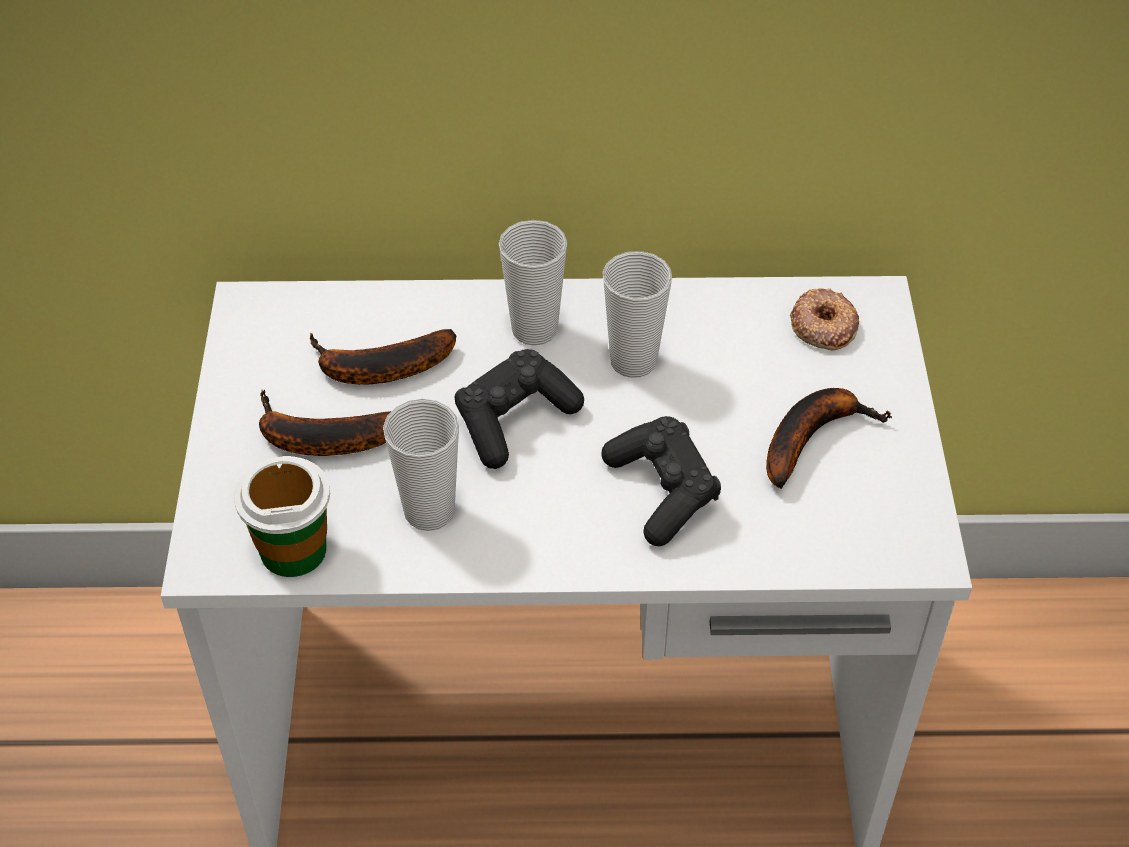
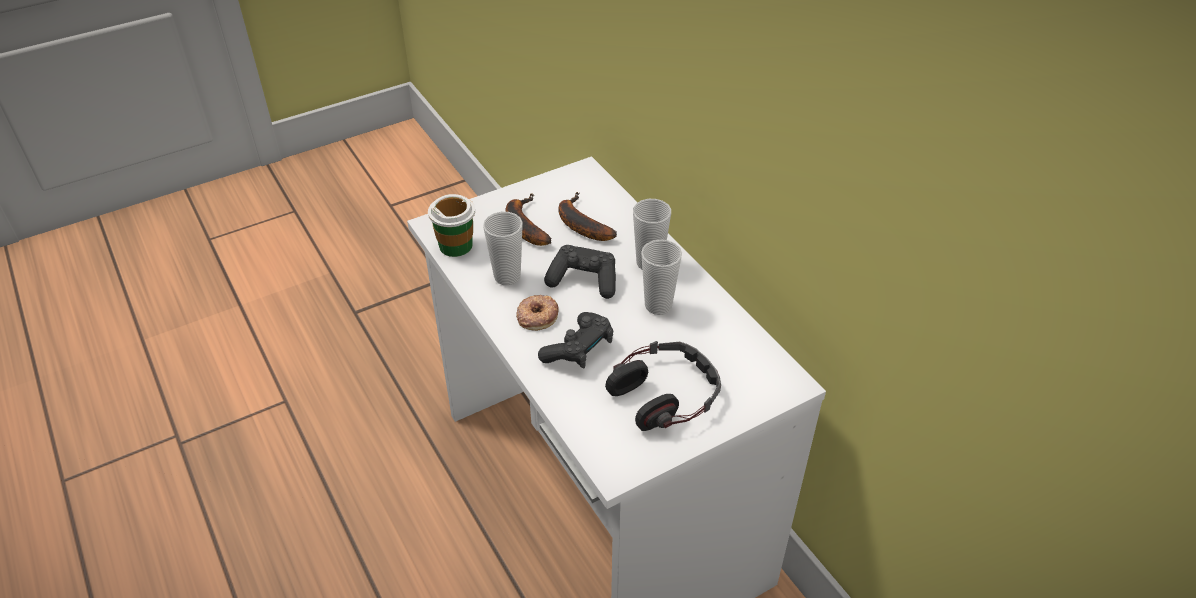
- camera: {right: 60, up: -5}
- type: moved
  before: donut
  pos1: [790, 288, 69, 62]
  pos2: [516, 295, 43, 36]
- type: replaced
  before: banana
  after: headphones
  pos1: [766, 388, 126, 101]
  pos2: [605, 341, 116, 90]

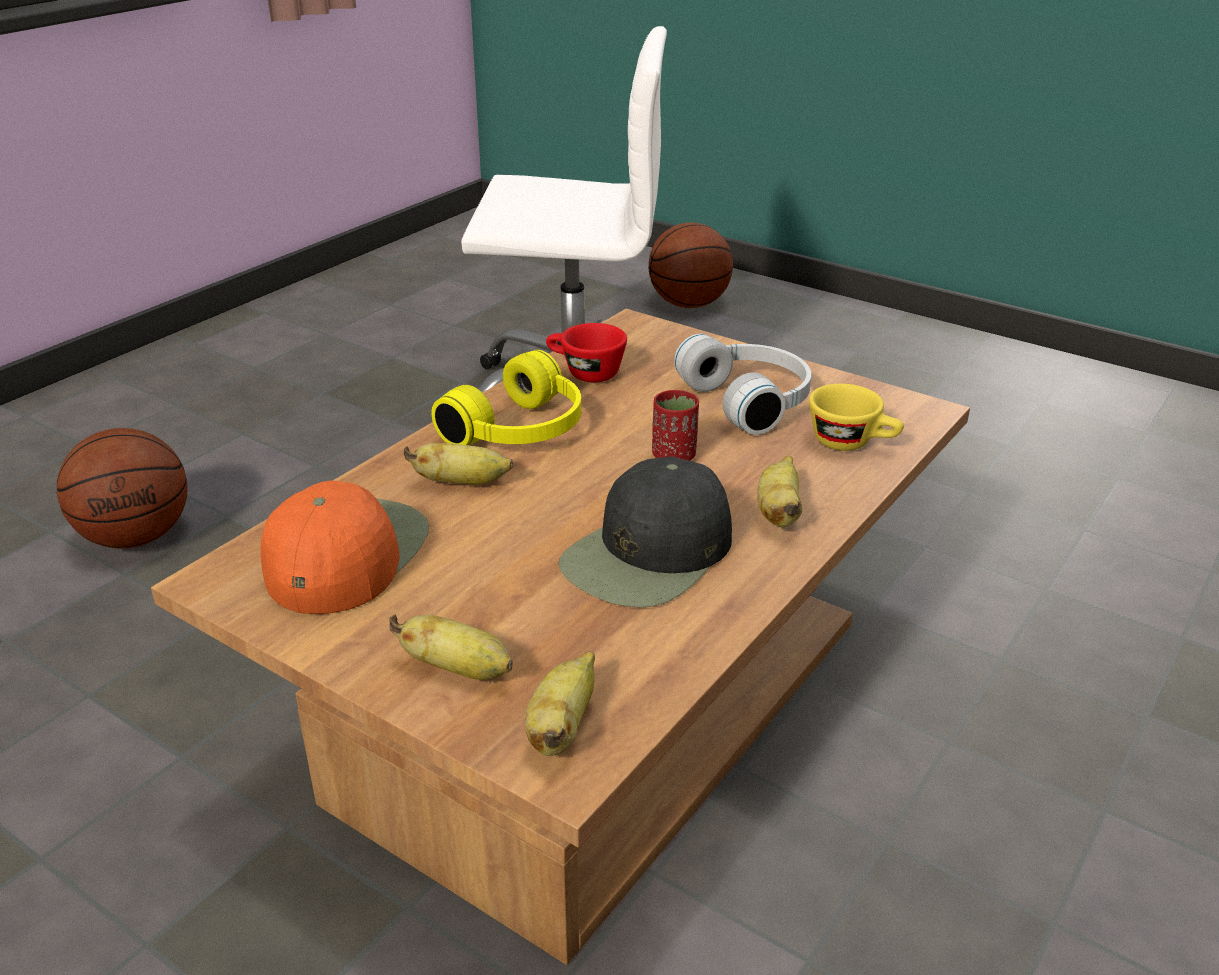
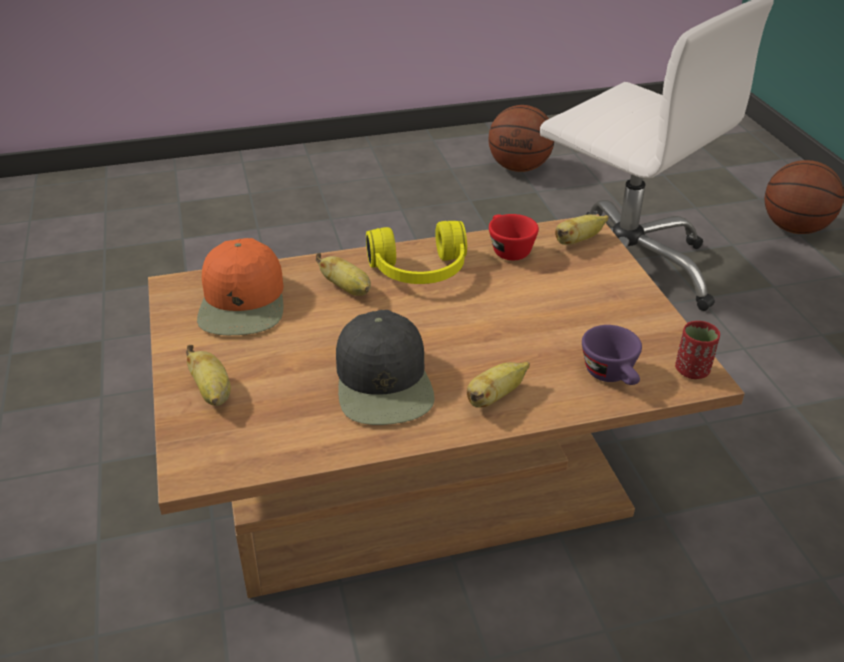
- camera: {right: 40, up: 5}
- type: removed
  before: headphones (white)
  pos1: [674, 334, 138, 101]
- type: moved
  before: basketball
  pos1: [57, 428, 131, 120]
  pos2: [489, 105, 65, 67]
- type: moved
  before: banana
  pos1: [525, 652, 70, 104]
  pos2: [555, 214, 54, 31]
- type: moved
  before: cup (red)
  pos1: [652, 390, 47, 71]
  pos2: [675, 321, 45, 58]
- type: recoloured
  before: cup (yellow)
  after: cup (purple)
  pos1: [809, 384, 95, 67]
  pos2: [582, 325, 60, 60]
- type: turned
  before: cap (orange)
  pos1: [260, 481, 169, 133]
  pos2: [197, 238, 87, 97]
  turn: 120
- type: turned
  before: cap (black)
  pos1: [558, 456, 174, 152]
  pos2: [336, 310, 99, 115]
  turn: -90

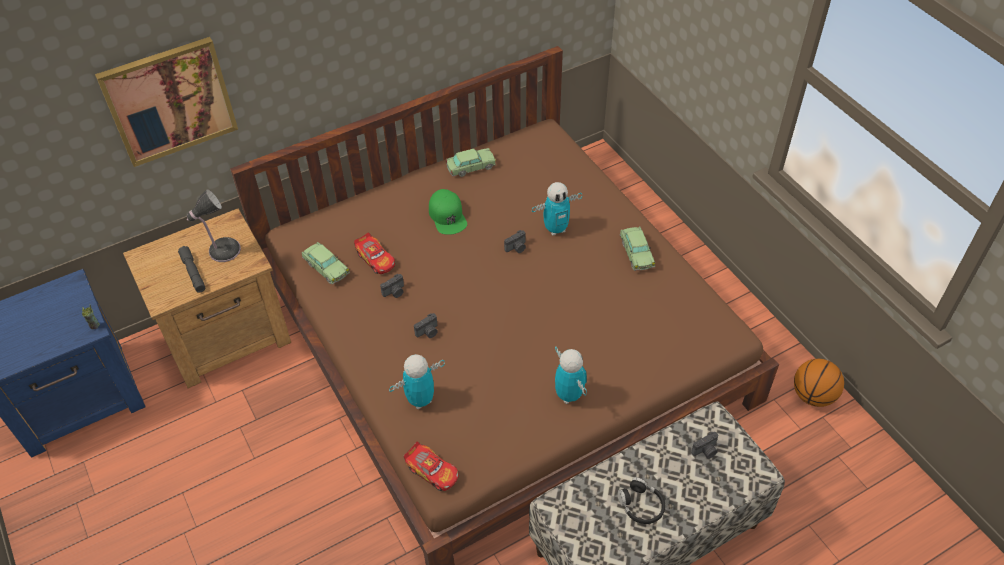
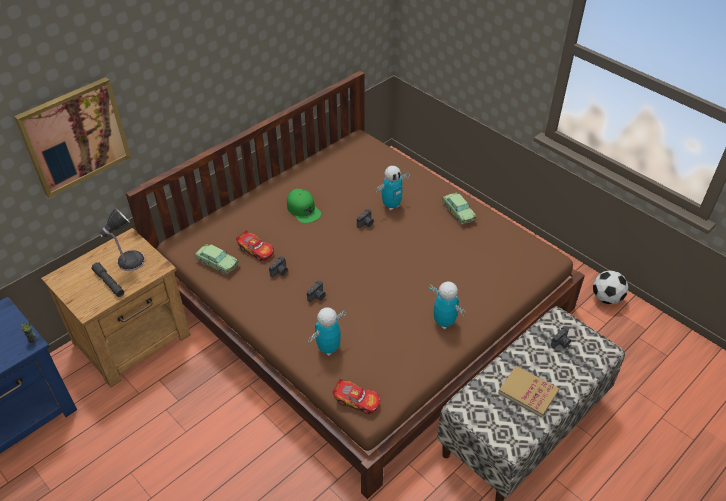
- camera: {right: -15, up: -5}
- type: removed
  before: toy car
  pos1: [446, 148, 50, 29]
- type: replaced
  before: headphones (black)
  after: book
  pos1: [617, 477, 48, 47]
  pos2: [498, 366, 61, 52]
- type: replaced
  before: basketball
  after: football
  pos1: [794, 359, 50, 48]
  pos2: [593, 270, 35, 34]

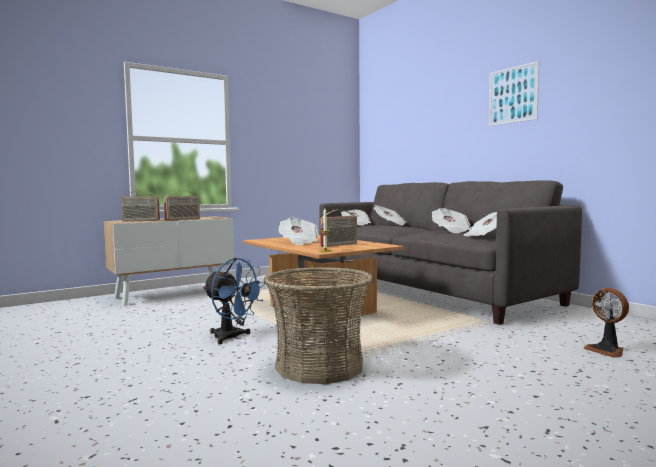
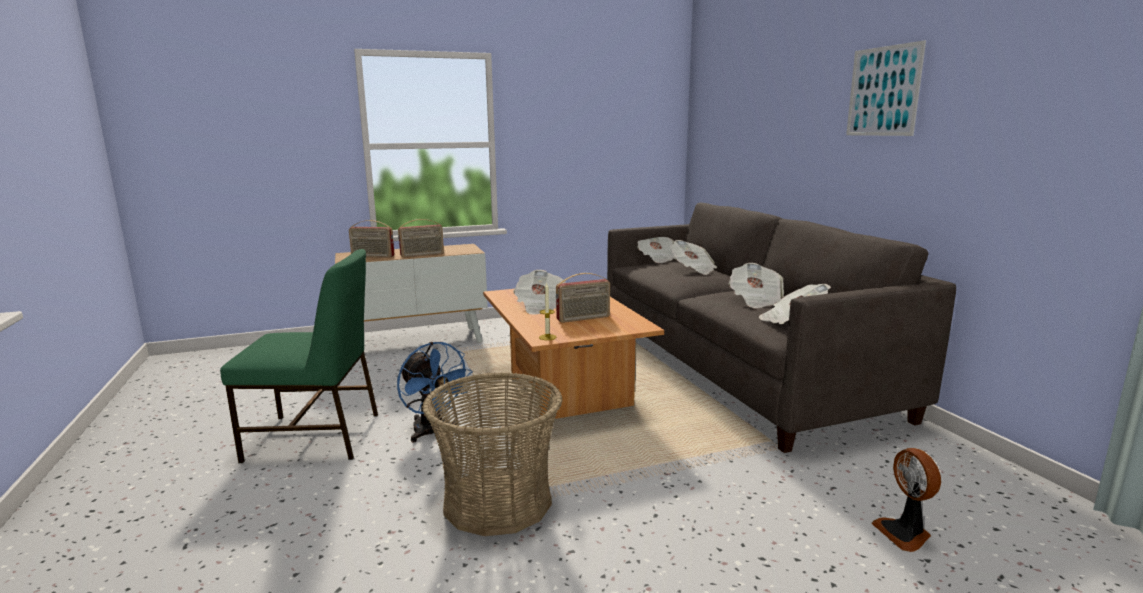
- camera: {right: 15, up: 10}
- type: added
  after: chair (green)
  pos2: [220, 249, 158, 214]

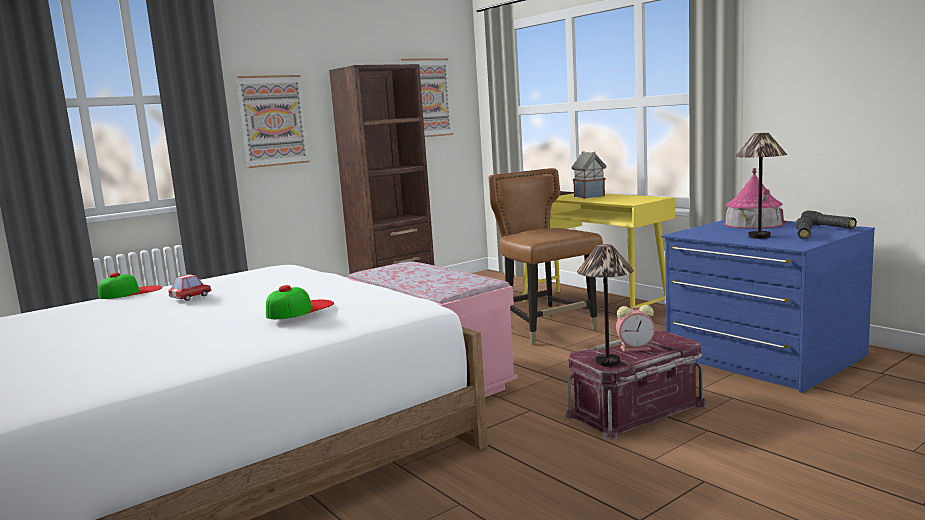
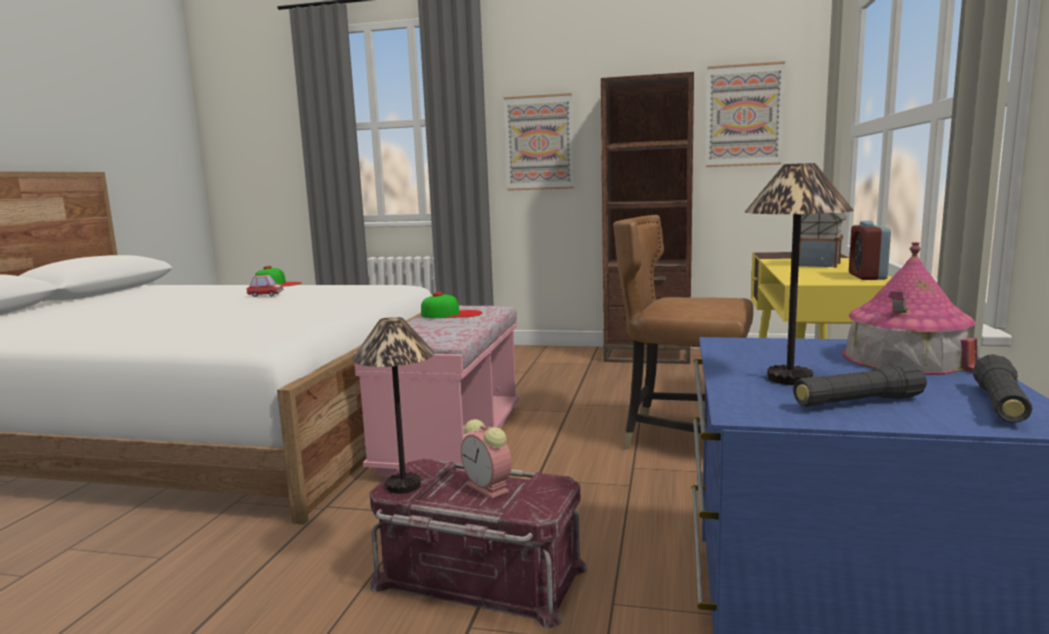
- camera: {right: 50, up: 0}
- type: added
  after: alarm clock
  pos2: [849, 221, 42, 59]
- type: moved
  before: cap
  pos1: [266, 285, 68, 34]
  pos2: [421, 292, 61, 26]
- type: turned
  before: chair (brown)
  pos1: [489, 168, 114, 176]
  pos2: [613, 215, 141, 234]
  turn: -90

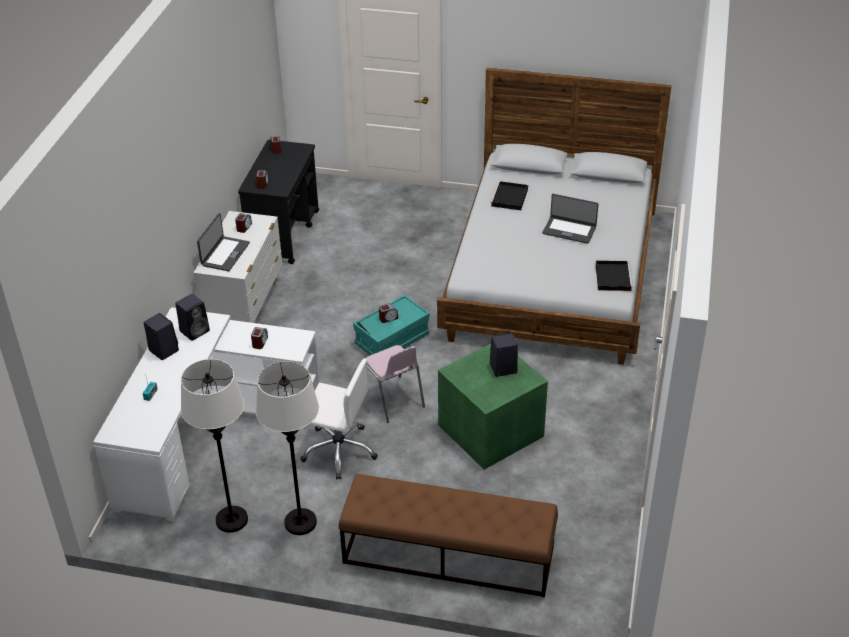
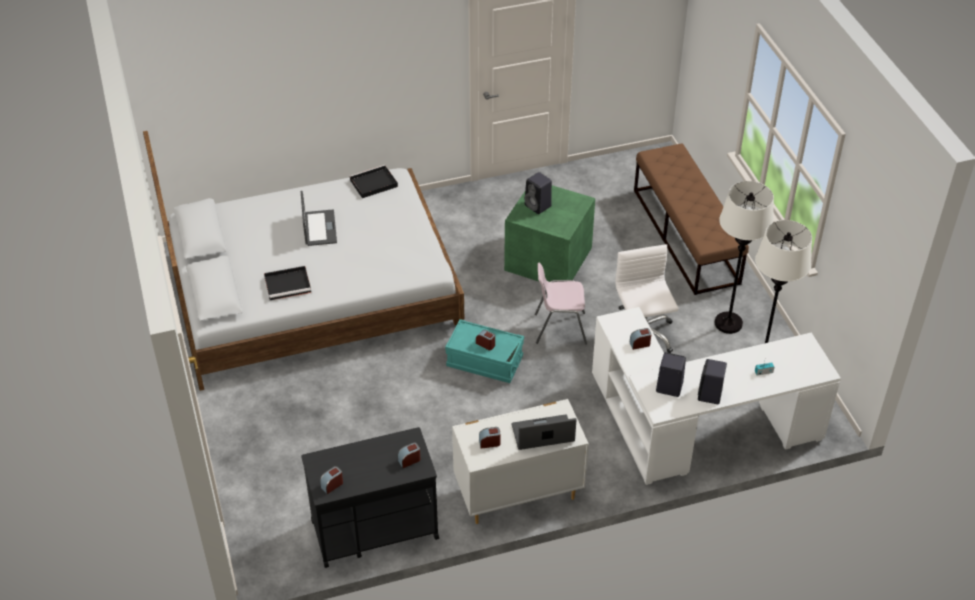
- camera: {right: -120, up: 5}
- type: turned
  before: chair (pink)
  pos1: [366, 345, 59, 78]
  pos2: [535, 263, 52, 82]
  turn: -120

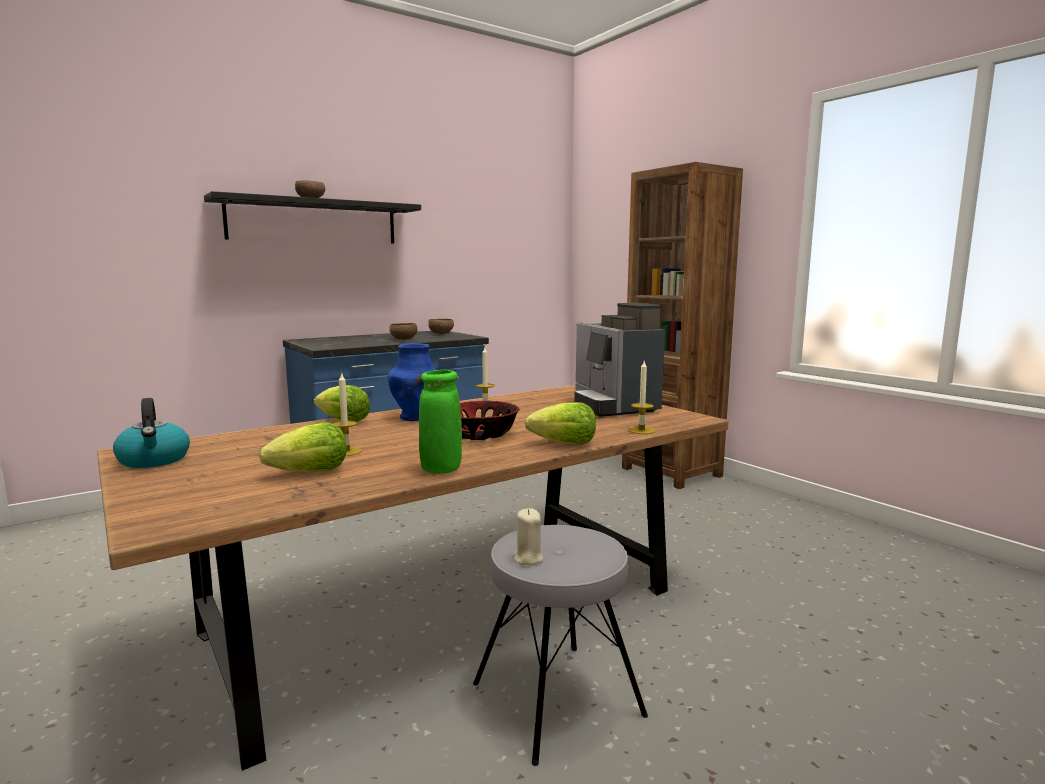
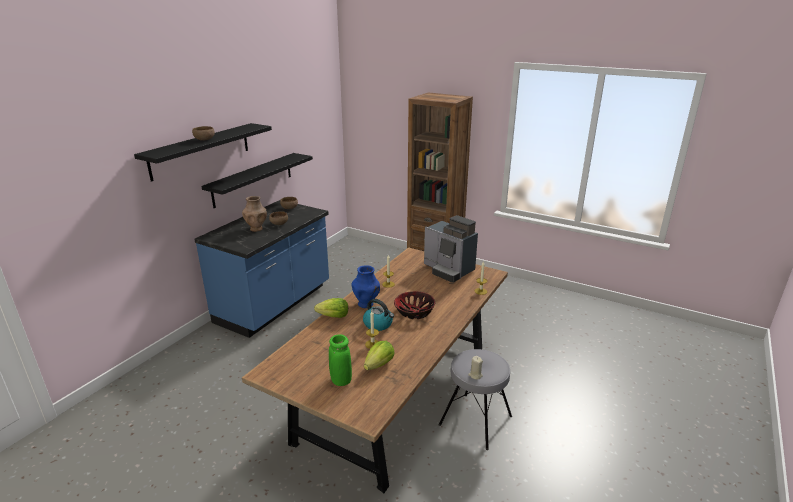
- camera: {right: -25, up: 15}
- type: removed
  before: lettuce
  pos1: [525, 402, 71, 43]
- type: added
  after: shelf (black)
  pos2: [201, 153, 112, 55]
- type: added
  after: vase (brown)
  pos2: [242, 196, 25, 36]
- type: moved
  before: kettle
  pos1: [113, 398, 77, 70]
  pos2: [363, 299, 31, 32]
- type: moved
  before: vase (green)
  pos1: [419, 370, 43, 104]
  pos2: [329, 335, 23, 51]

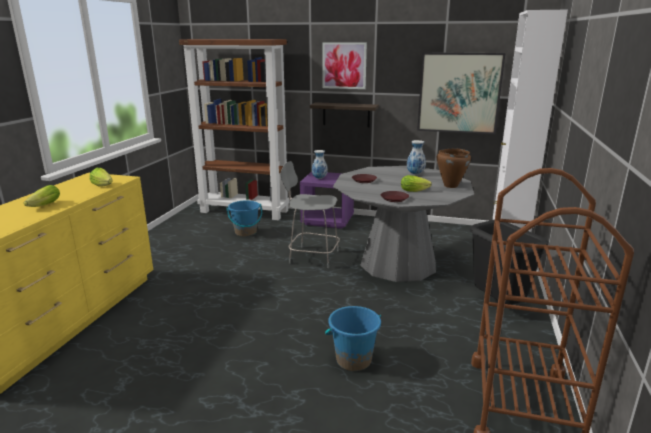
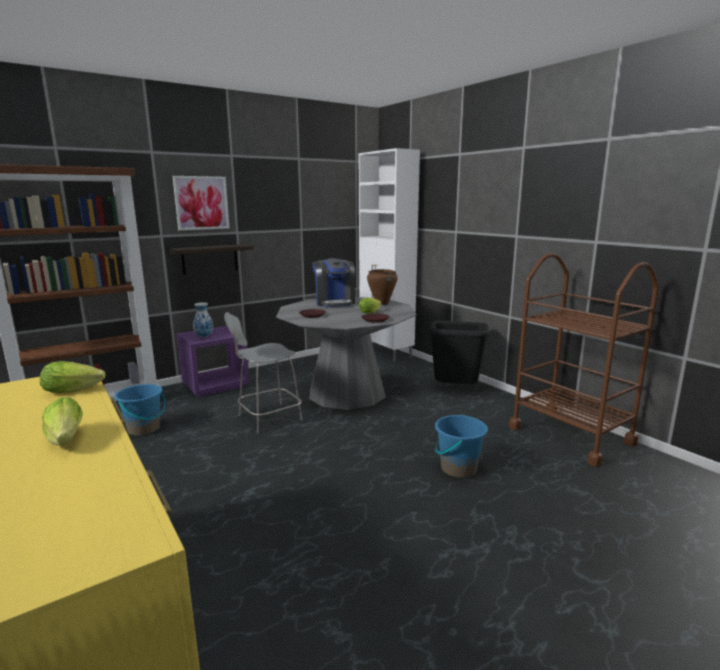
- camera: {right: -50, up: -5}
- type: removed
  before: picture
  pos1: [417, 52, 88, 82]
- type: replaced
  before: vase
  after: coffee machine
  pos1: [407, 140, 19, 35]
  pos2: [312, 258, 43, 49]

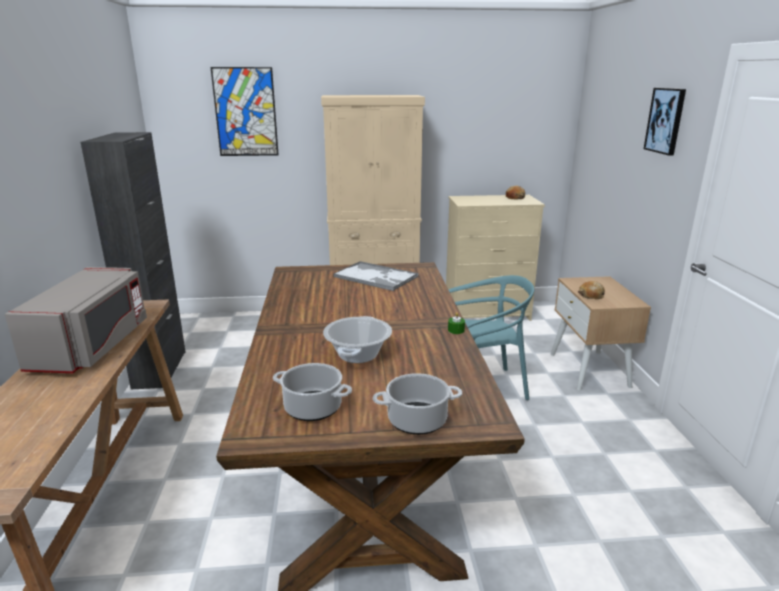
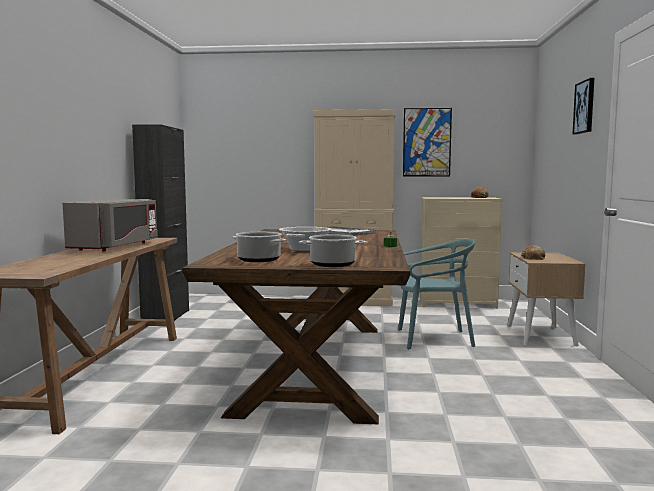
- camera: {right: 10, up: -15}
- type: moved
  before: picture
  pos1: [211, 67, 68, 89]
  pos2: [403, 108, 49, 69]

